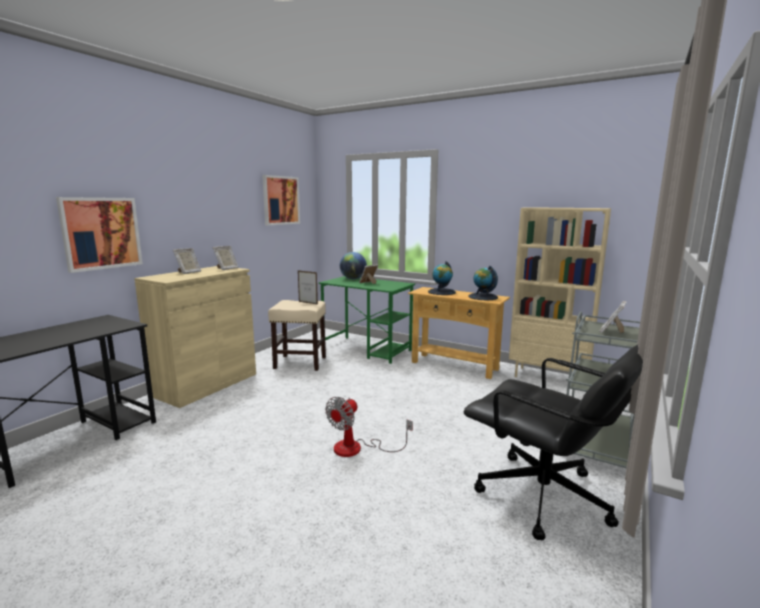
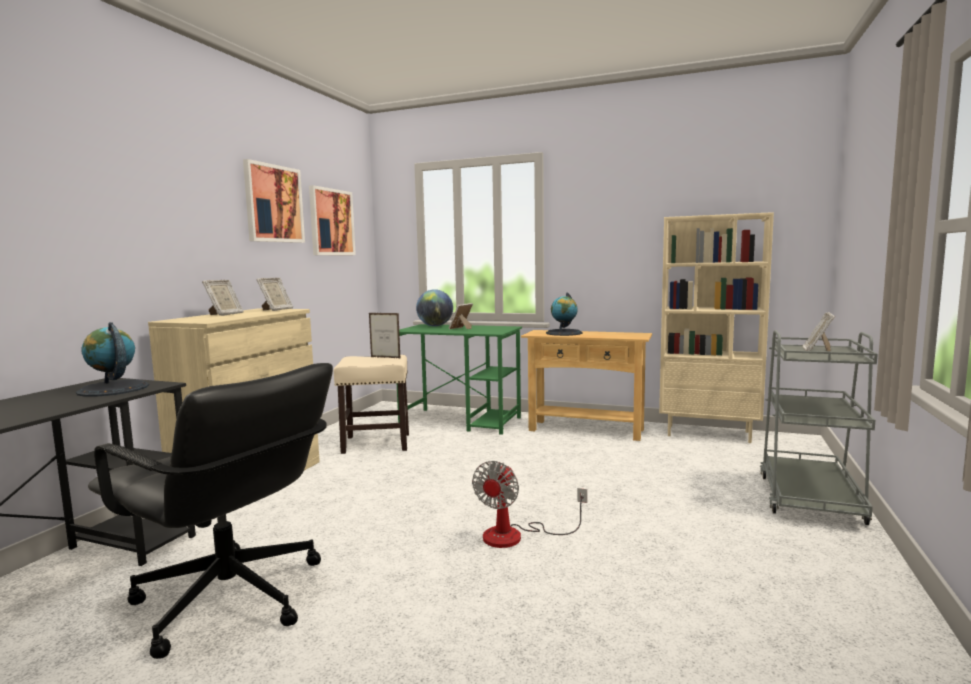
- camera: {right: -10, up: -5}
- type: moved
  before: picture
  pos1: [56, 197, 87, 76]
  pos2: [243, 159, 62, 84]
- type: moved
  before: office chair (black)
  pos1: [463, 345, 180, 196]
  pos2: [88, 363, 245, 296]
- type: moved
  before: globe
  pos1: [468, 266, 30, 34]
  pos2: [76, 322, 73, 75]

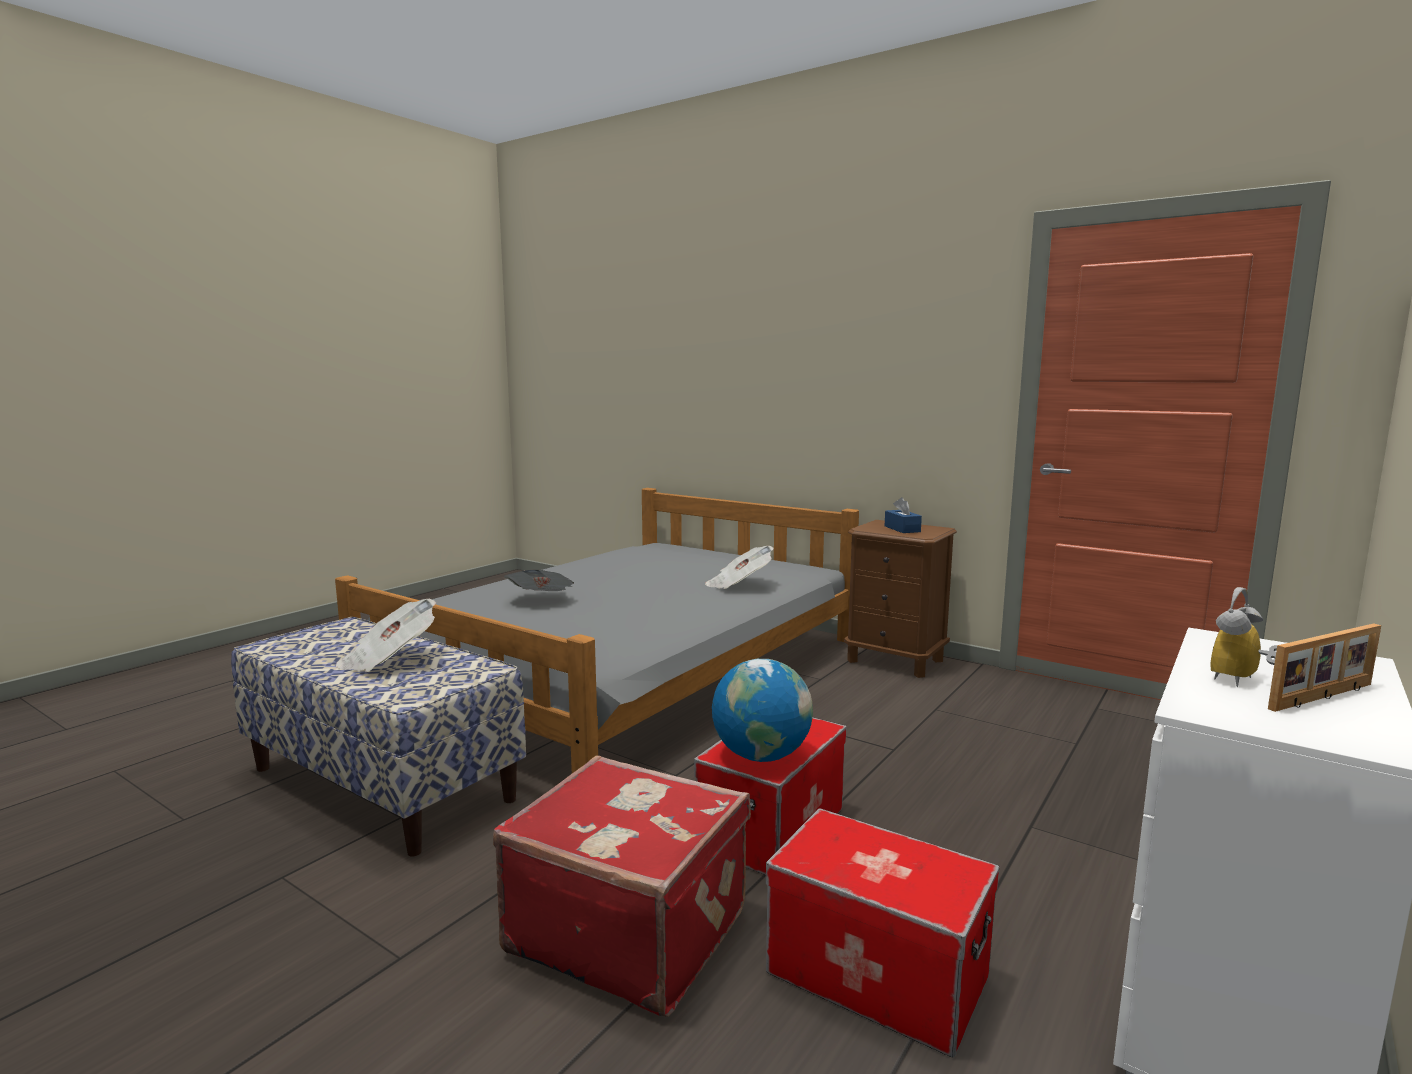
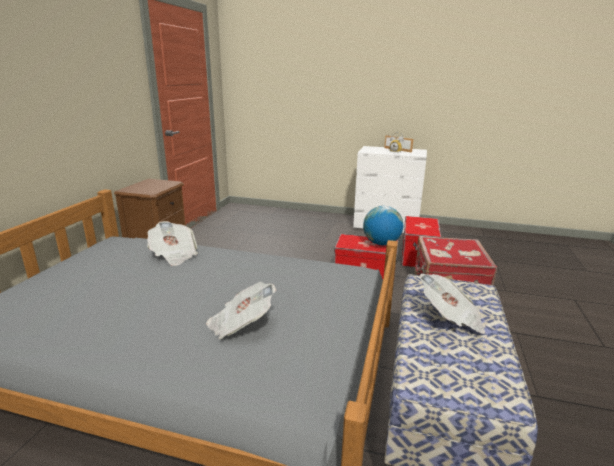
- camera: {right: -110, up: 10}
- type: removed
  before: tissue box (blue)
  pos1: [885, 497, 37, 36]

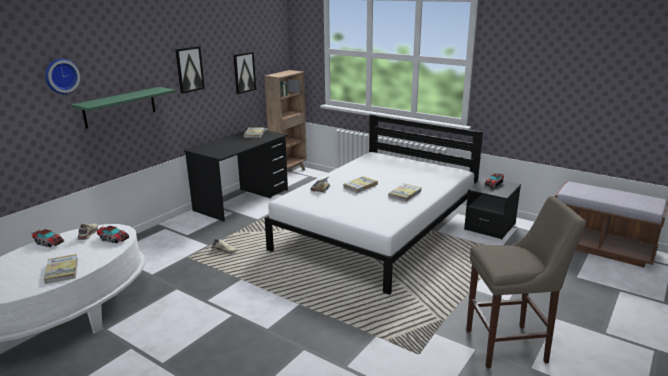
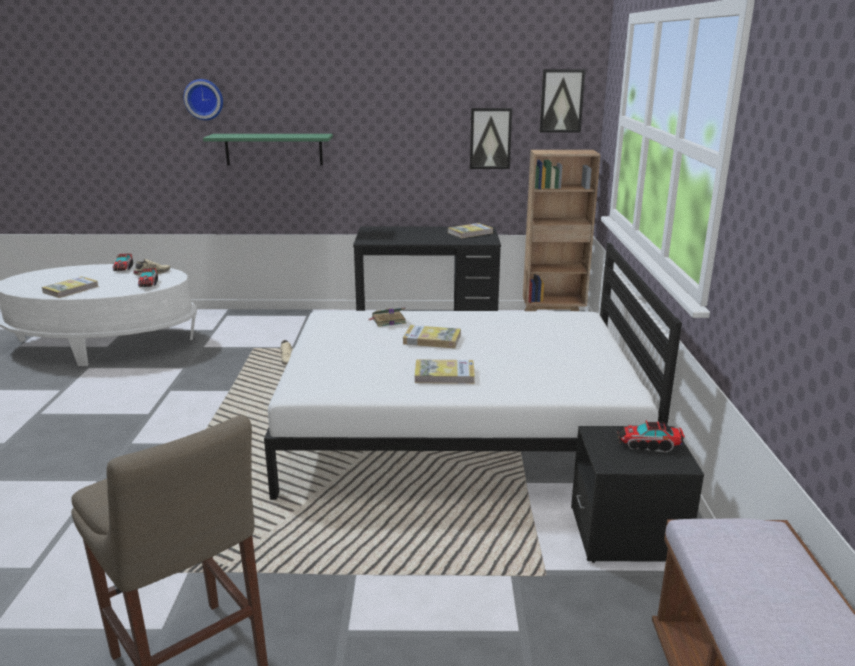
- camera: {right: 55, up: 0}
- type: moved
  before: picture
  pos1: [175, 46, 30, 48]
  pos2: [540, 69, 46, 64]

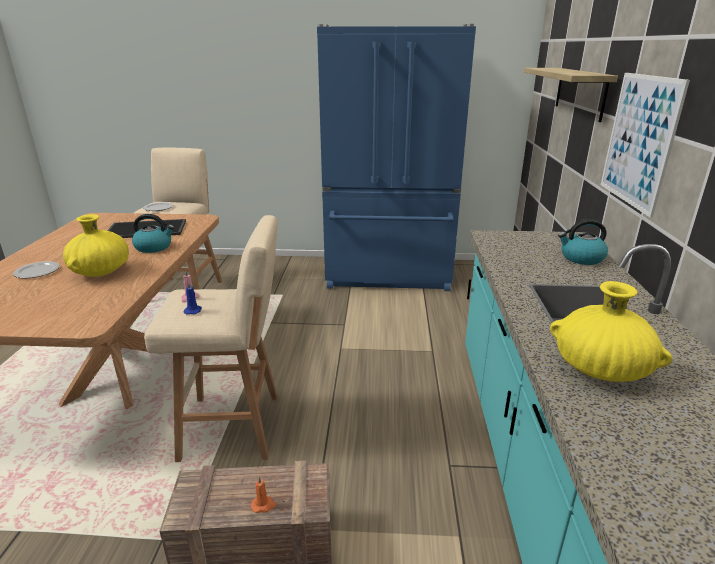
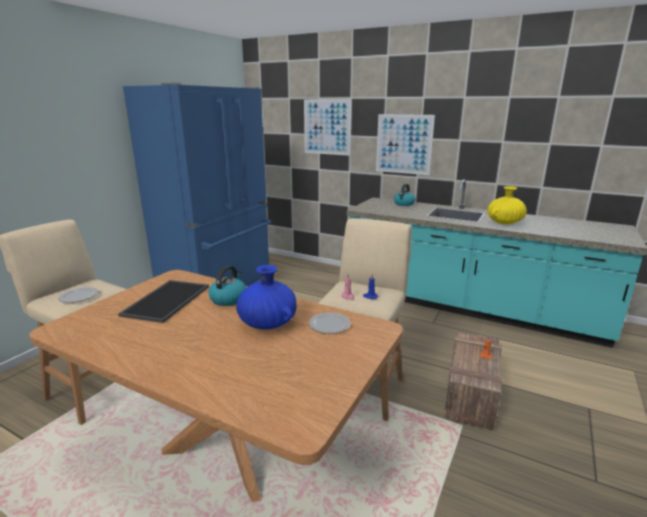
- camera: {right: -65, up: -5}
- type: moved
  before: plate
  pos1: [13, 261, 47, 17]
  pos2: [309, 312, 42, 22]
- type: replaced
  before: shelf
  after: picture
  pos1: [524, 68, 94, 54]
  pos2: [304, 99, 48, 57]
- type: recoloured
  before: vase (yellow)
  after: vase (blue)
  pos1: [63, 214, 66, 63]
  pos2: [236, 265, 61, 65]

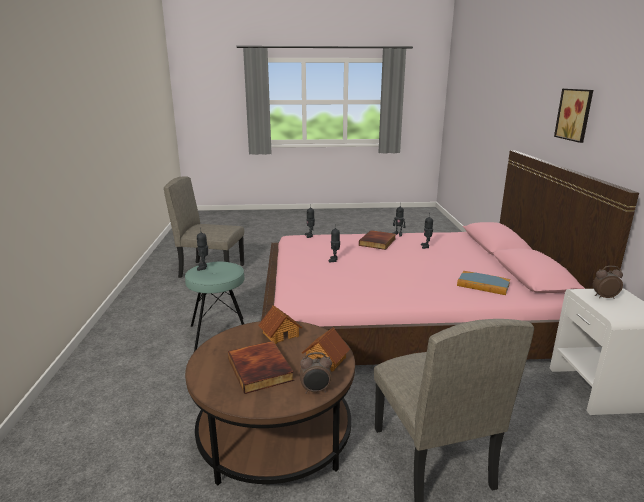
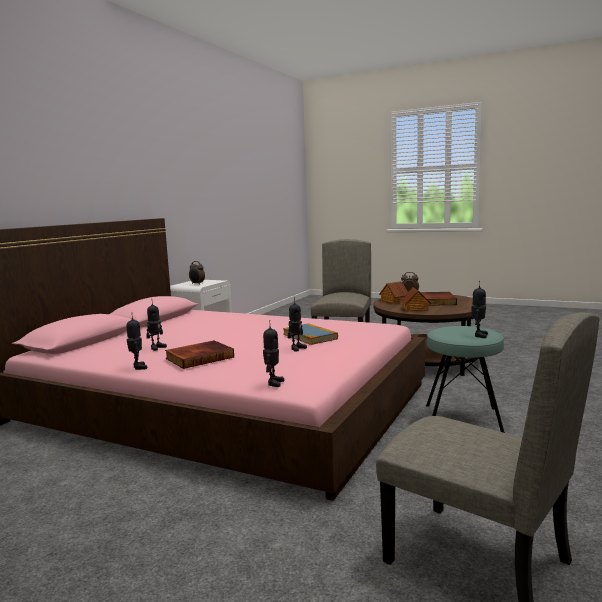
- camera: {right: -150, up: -10}
- type: removed
  before: picture
  pos1: [554, 89, 39, 54]
- type: moved
  before: book
  pos1: [457, 271, 53, 24]
  pos2: [283, 323, 55, 22]

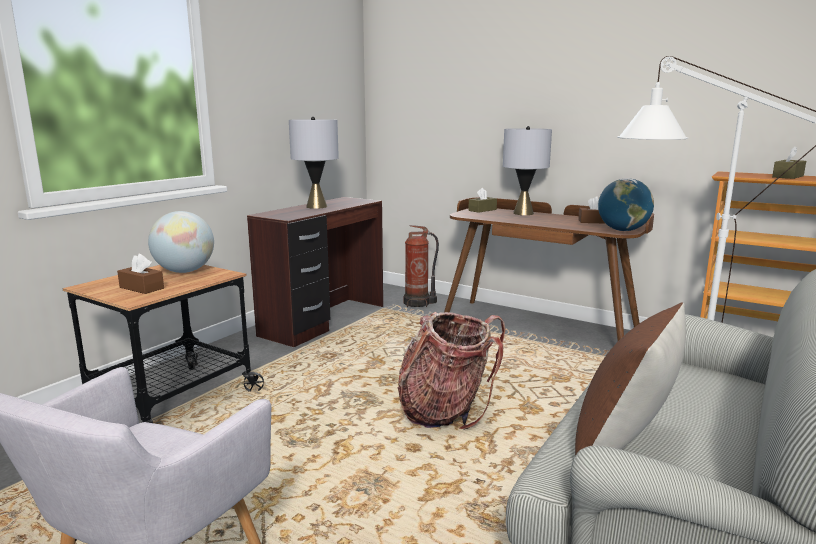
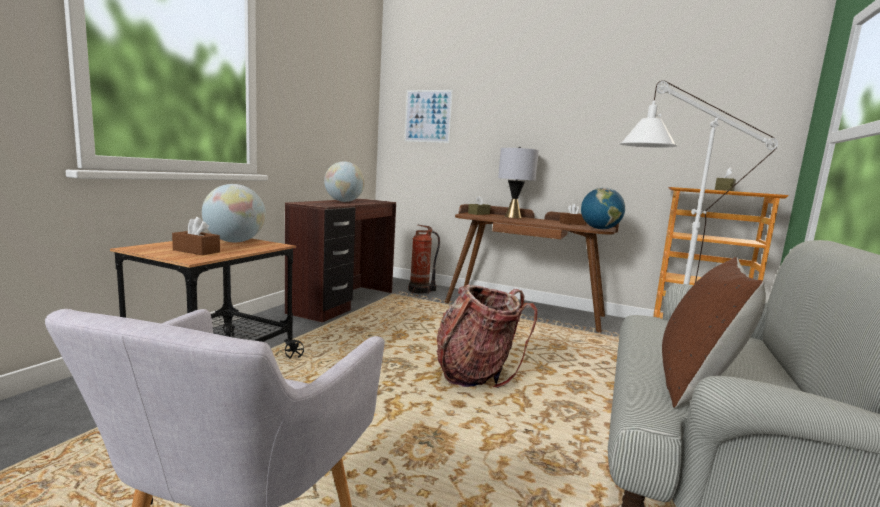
- camera: {right: -10, up: -5}
- type: added
  after: picture
  pos2: [404, 90, 49, 53]
- type: replaced
  before: table lamp (grey)
  after: globe
  pos1: [289, 117, 50, 92]
  pos2: [324, 161, 41, 41]

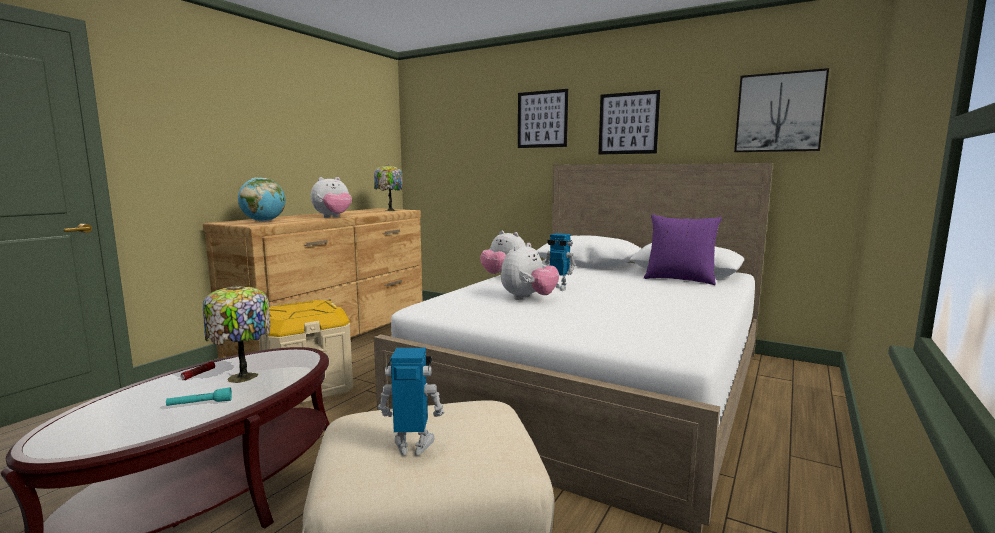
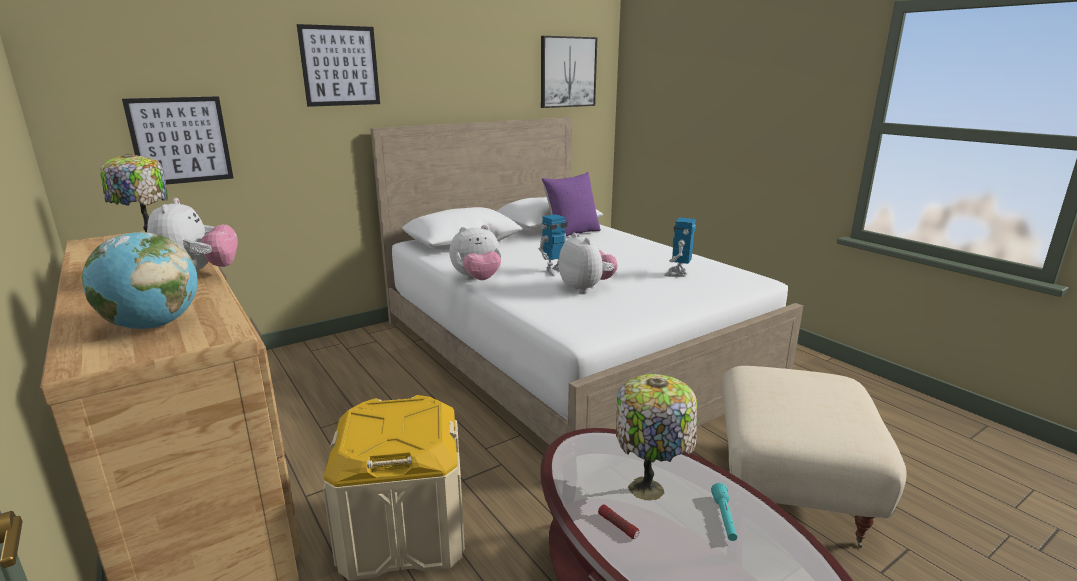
- camera: {right: -65, up: 10}
- type: moved
  before: toy robot
  pos1: [378, 348, 67, 108]
  pos2: [664, 218, 32, 59]
- type: moved
  before: picture
  pos1: [598, 90, 62, 65]
  pos2: [122, 96, 111, 89]

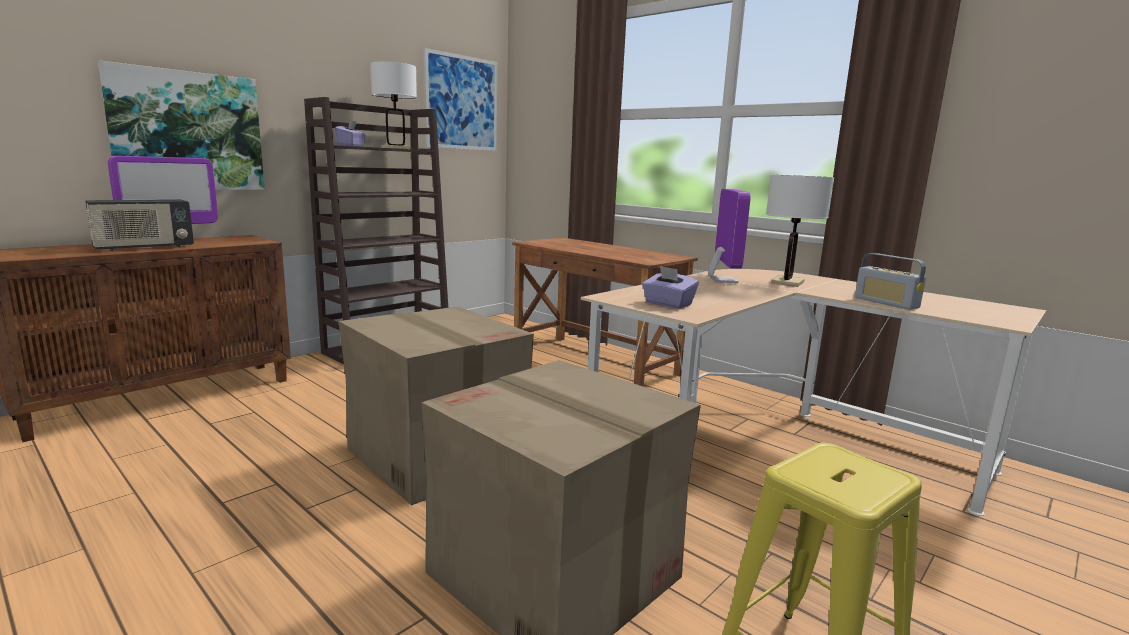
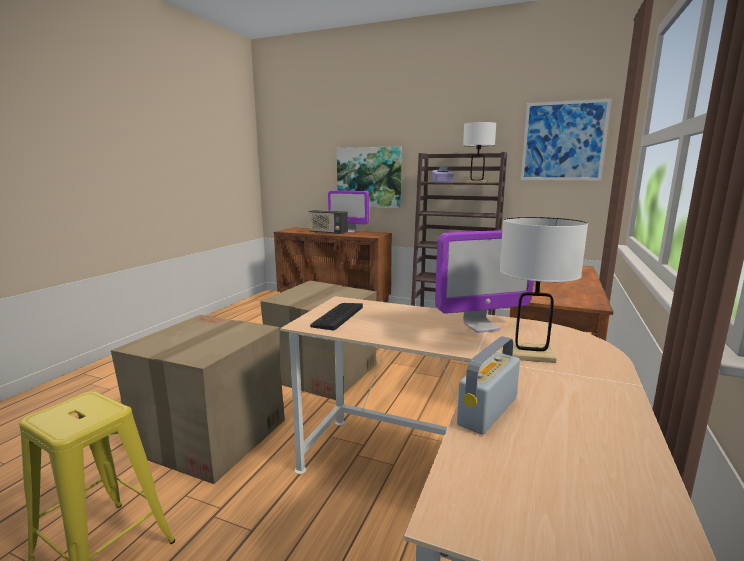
- camera: {right: 70, up: 0}
- type: replaced
  before: tissue box (purple)
  after: keyboard
  pos1: [642, 266, 57, 43]
  pos2: [310, 303, 53, 27]

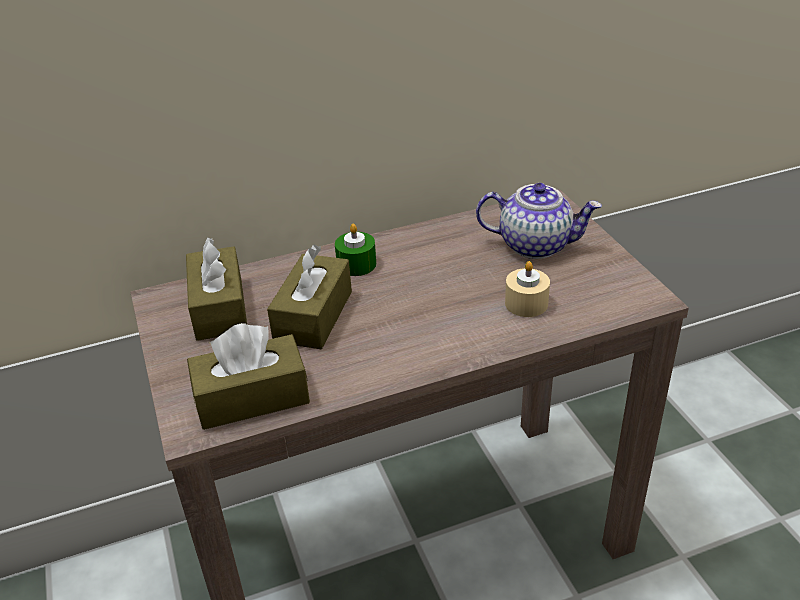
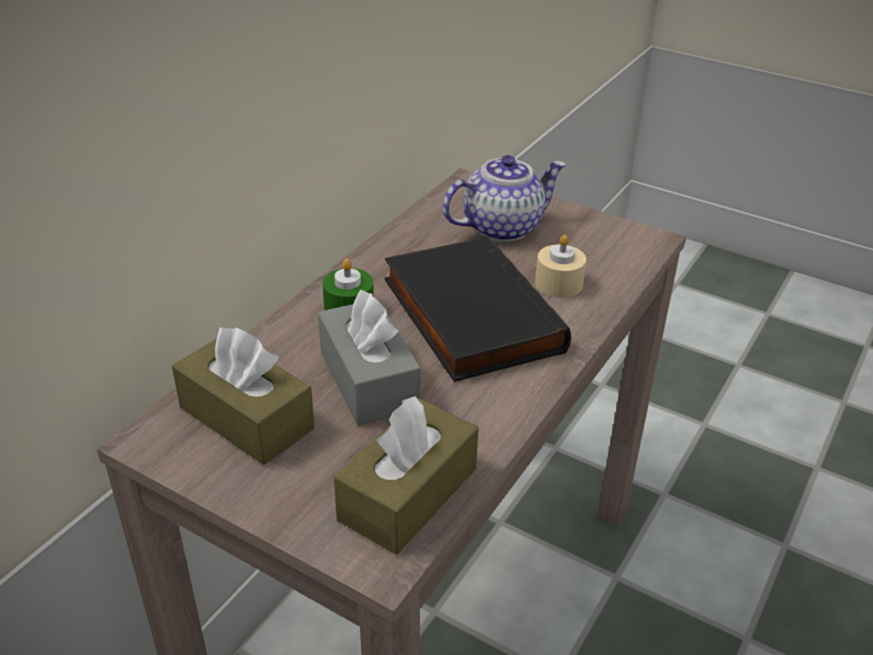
- camera: {right: -40, up: 0}
- type: added
  after: book (black)
  pos2: [385, 235, 186, 147]
- type: recoloured
  before: tissue box (brown)
  after: tissue box (grey)
  pos1: [267, 245, 85, 104]
  pos2: [318, 290, 103, 136]

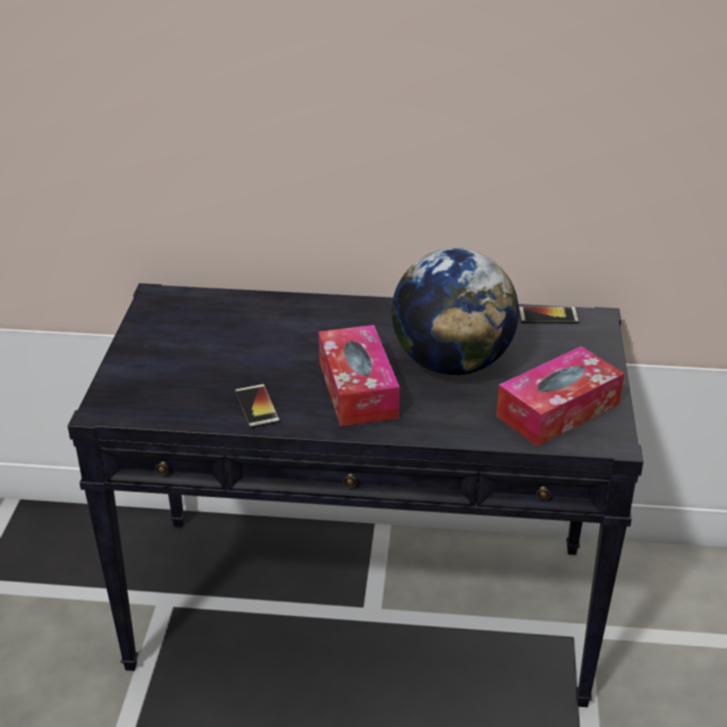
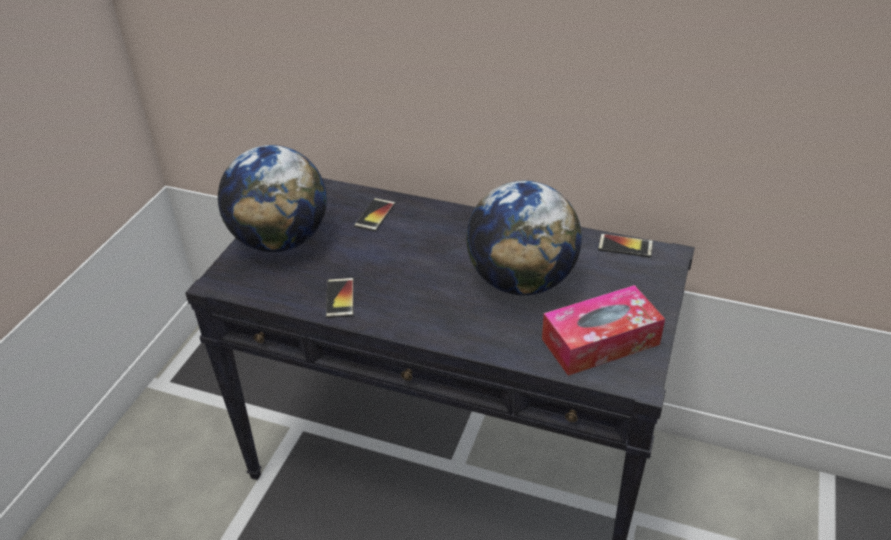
- camera: {right: 15, up: 5}
- type: removed
  before: tissue box
  pos1: [319, 325, 81, 101]
- type: added
  after: globe
  pos2: [218, 145, 109, 107]
- type: added
  after: phone
  pos2: [354, 198, 41, 33]

